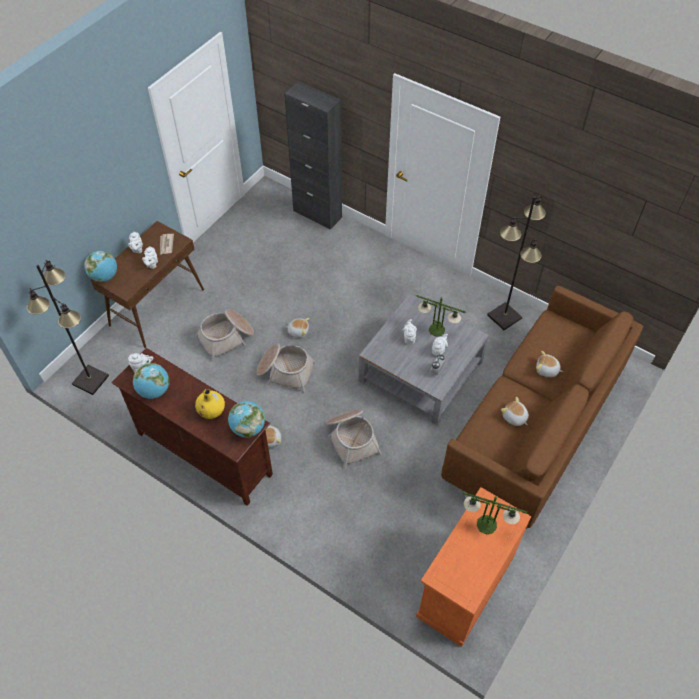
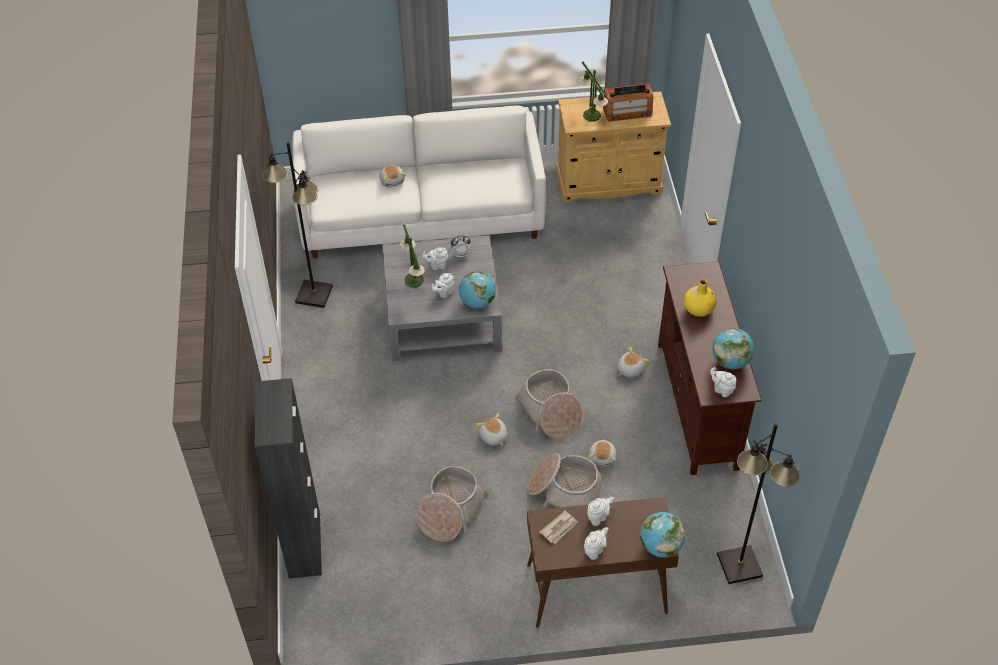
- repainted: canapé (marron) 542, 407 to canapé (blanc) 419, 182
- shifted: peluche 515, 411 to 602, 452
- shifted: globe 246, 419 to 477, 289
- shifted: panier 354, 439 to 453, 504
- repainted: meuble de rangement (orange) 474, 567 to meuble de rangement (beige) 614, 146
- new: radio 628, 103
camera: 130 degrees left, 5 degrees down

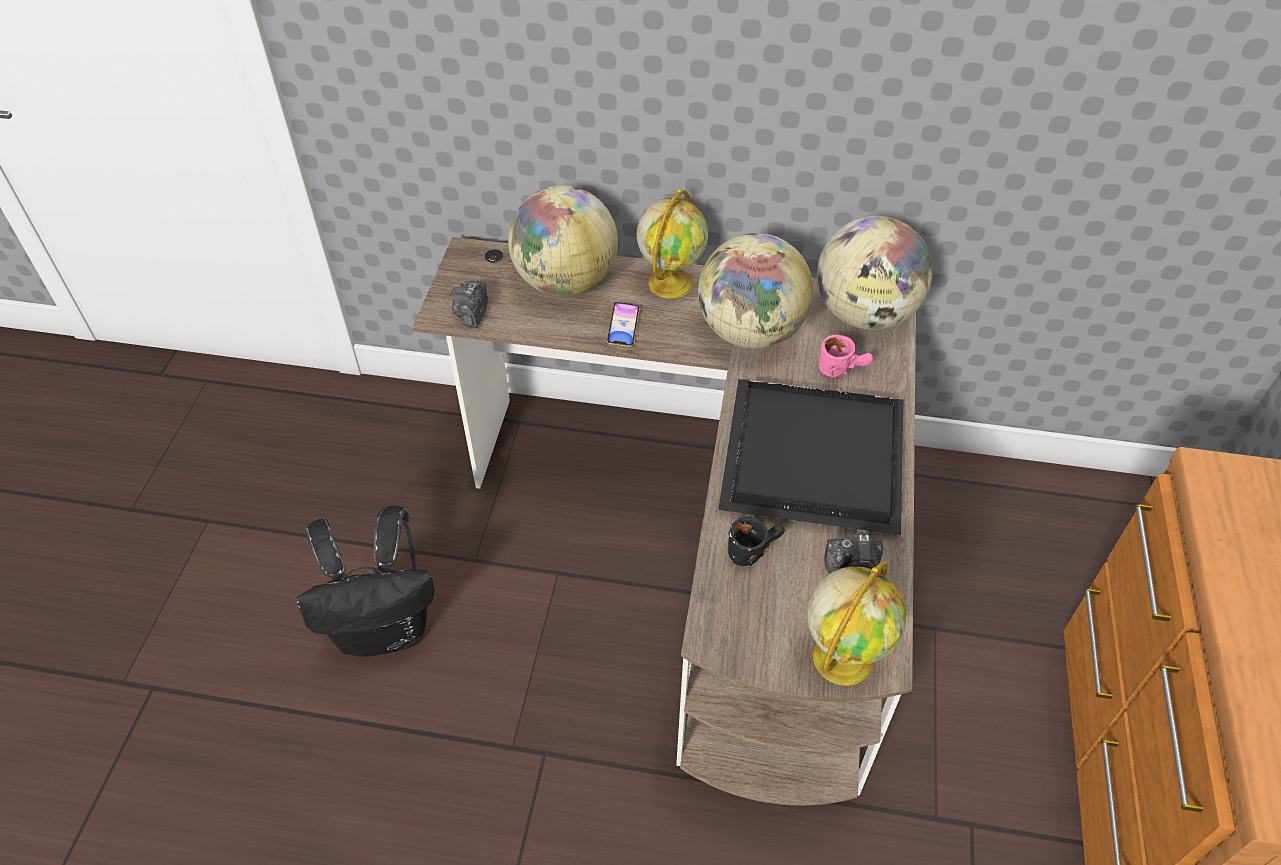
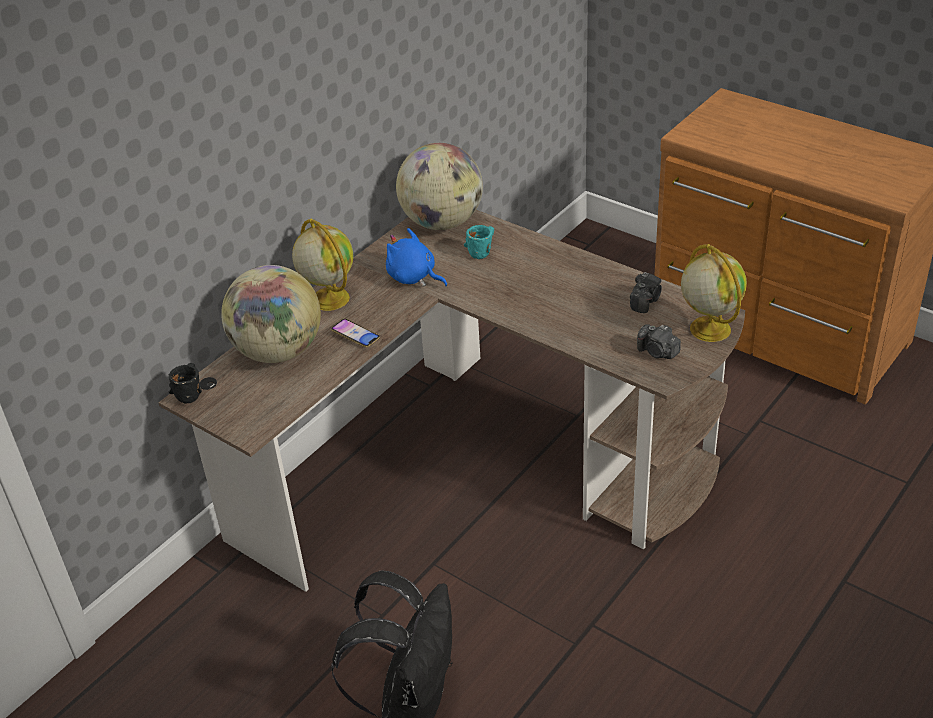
- swapped: globe 755, 291 to peluche (bleu) 417, 257
- shifted: appareil photo 469, 304 to 659, 341
- repainted: mug (rose) 845, 356 to mug (turquoise) 479, 242
- gone: plateau (noir) 810, 457
- shifted: mug (noir) 756, 541 to 185, 383
camera: 60 degrees left, 10 degrees down

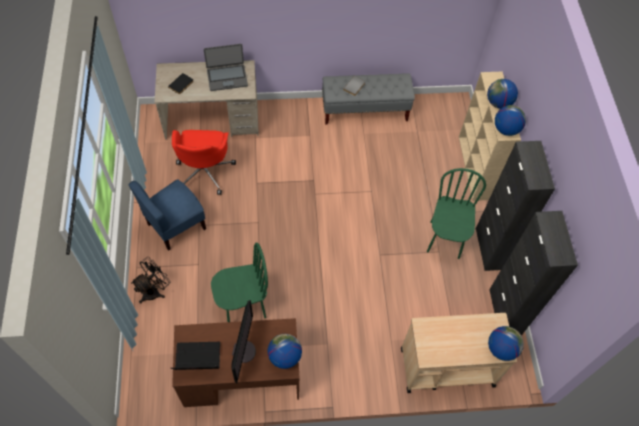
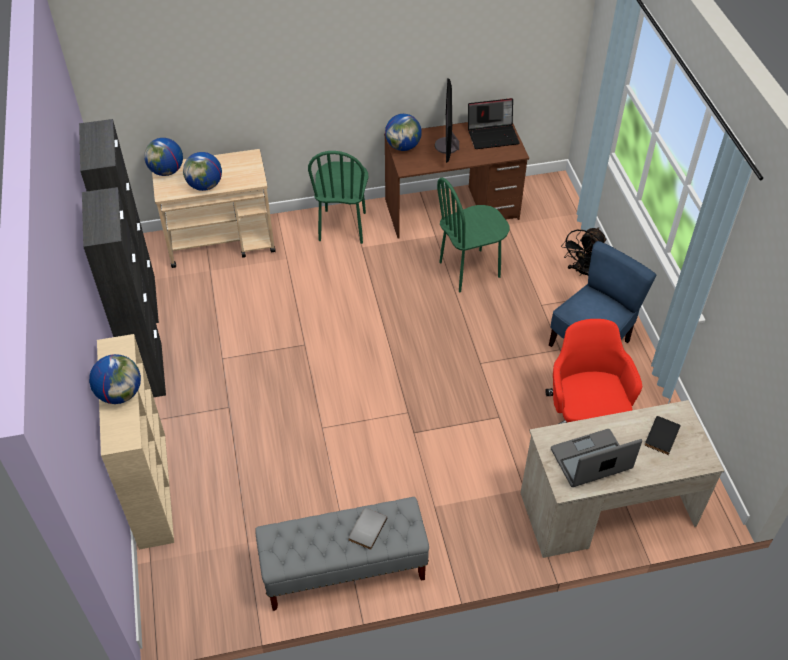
- shifted: globe 510, 120 to 202, 171
- shifted: chaise (vert) 456, 213 to 338, 197
camera: 175 degrees right, 10 degrees down

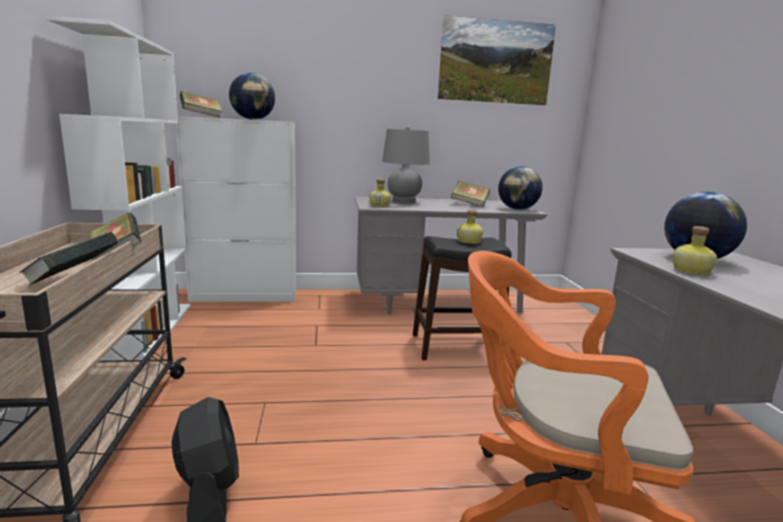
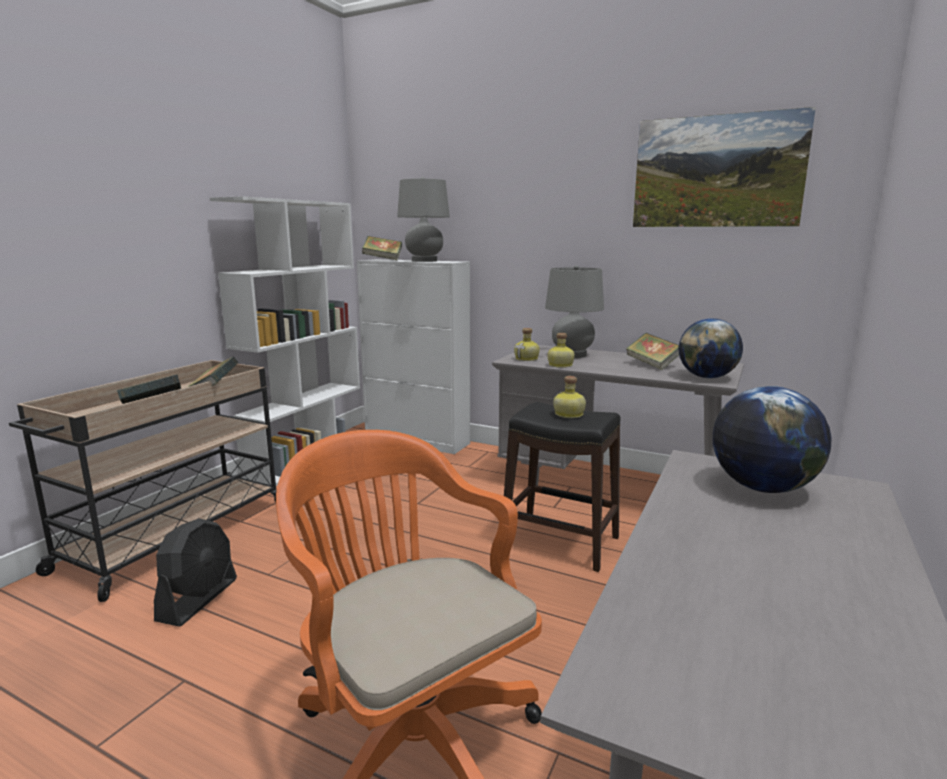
- swapped: globe 252, 96 to lampe de table (gris) 423, 219
- shifted: bouteille 695, 250 to 561, 350
camera: 35 degrees right, 0 degrees up

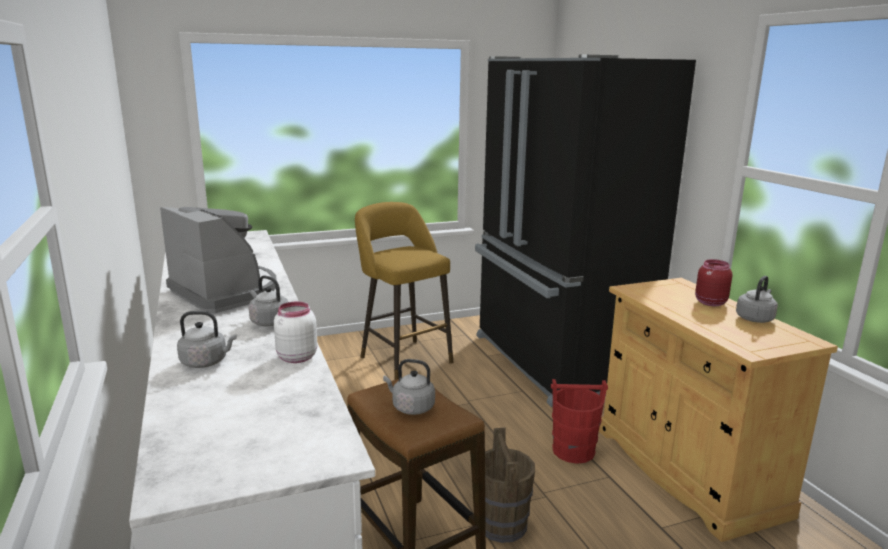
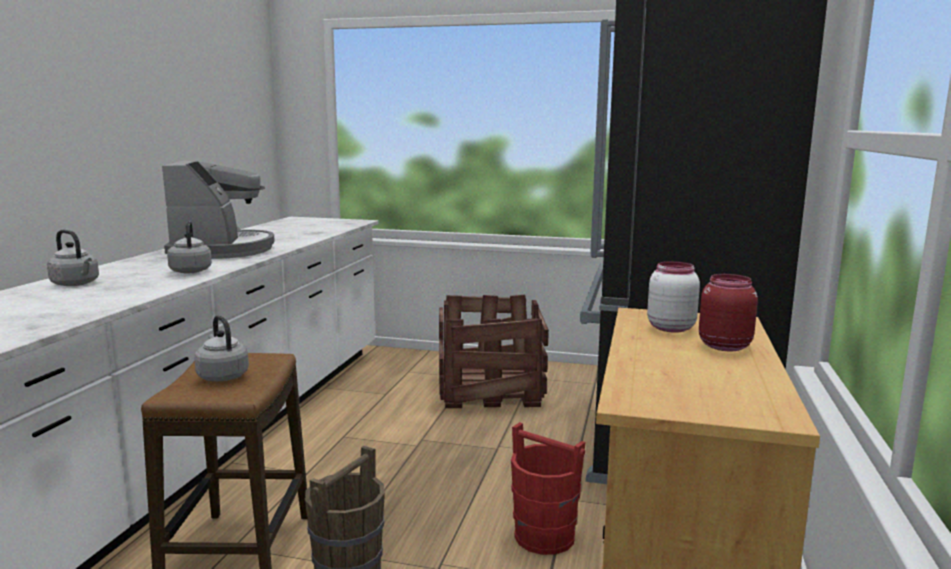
- swapped: tabouret (jaune) 404, 291 to caisse 494, 351
- gone: bouilloire (gris) 757, 299
- shifted: bocal (blanc) 295, 332 to 673, 297
camera: 35 degrees right, 5 degrees down

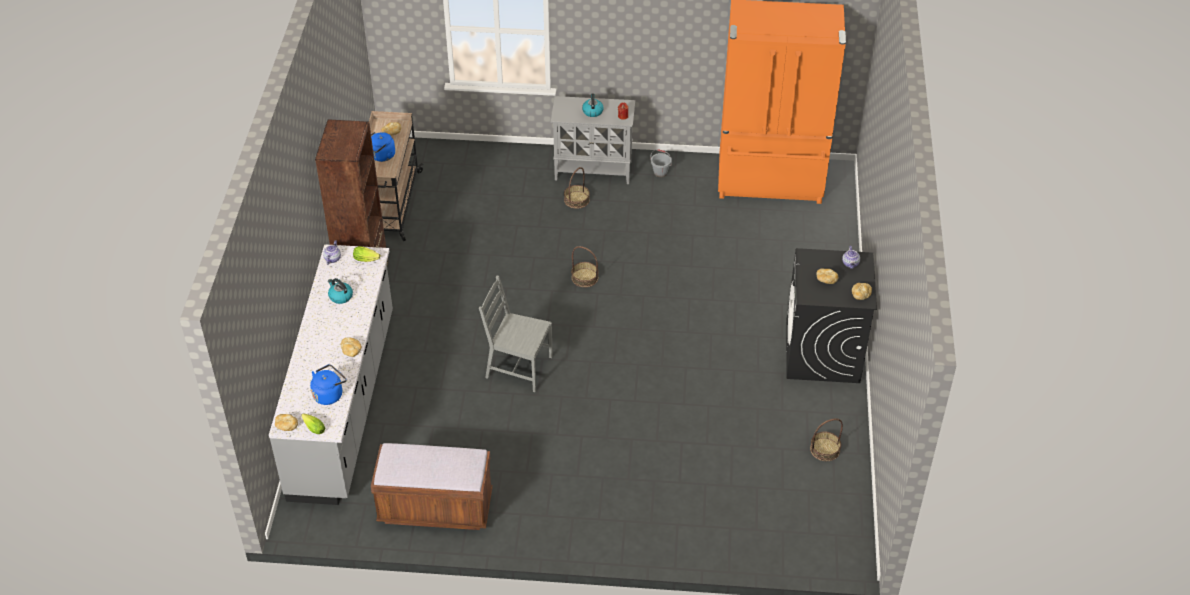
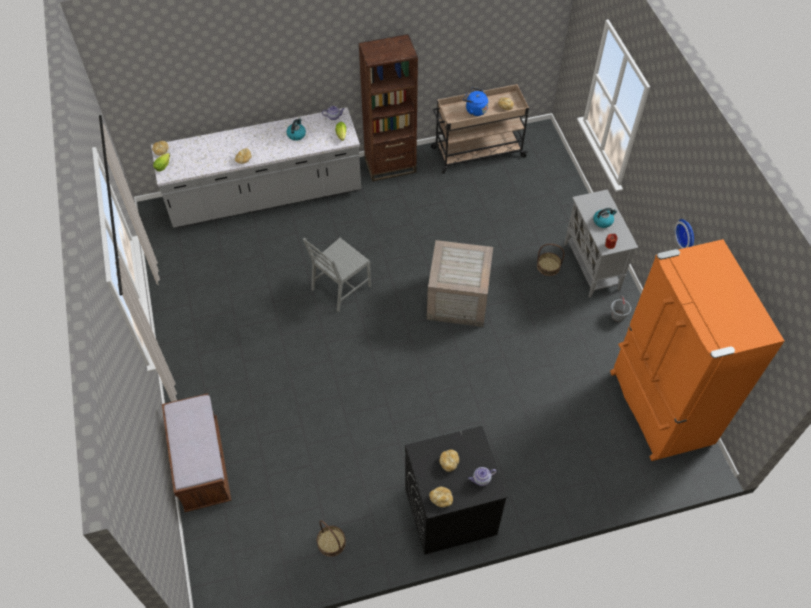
- swapped: panier 584, 266 to caisse 460, 283
- rotated: chaise (gris) 516, 333 = 337, 274 135 degrees counterclockwise
- gone: bouilloire (bleu) 328, 384
- shifted: banc (marron) 432, 486 to 196, 452
- new: horloge murale 684, 234
camera: 70 degrees right, 10 degrees up

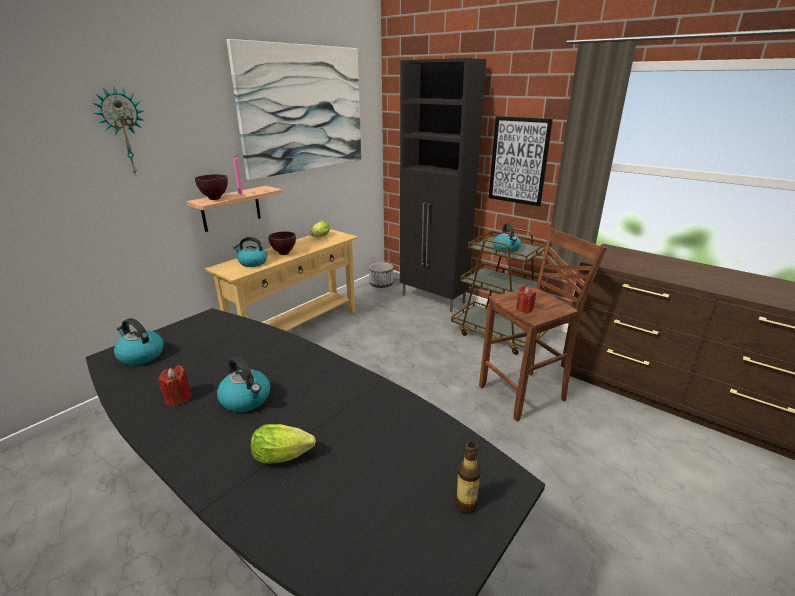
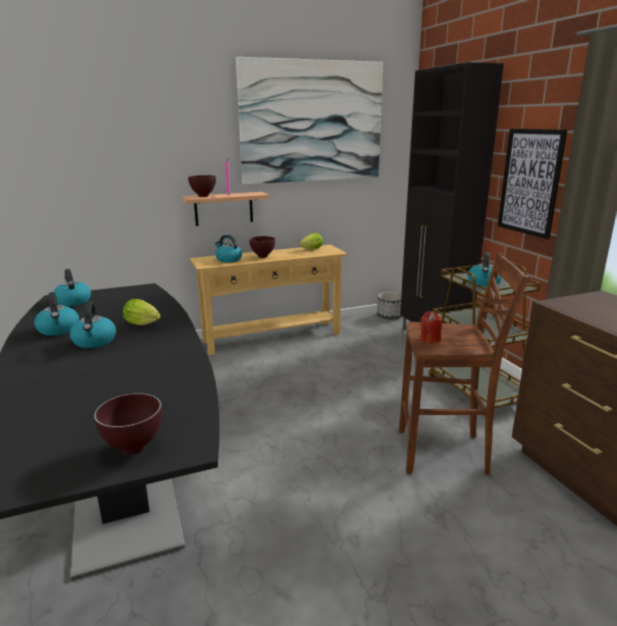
- gone: horloge murale 119, 130
- swapped: bougie (rouge) 175, 385 to bouilloire 56, 314
- shifted: laitue 283, 444 to 142, 312
- swapped: bouteille 468, 478 to bol (marron) 128, 423
camera: 30 degrees right, 5 degrees down

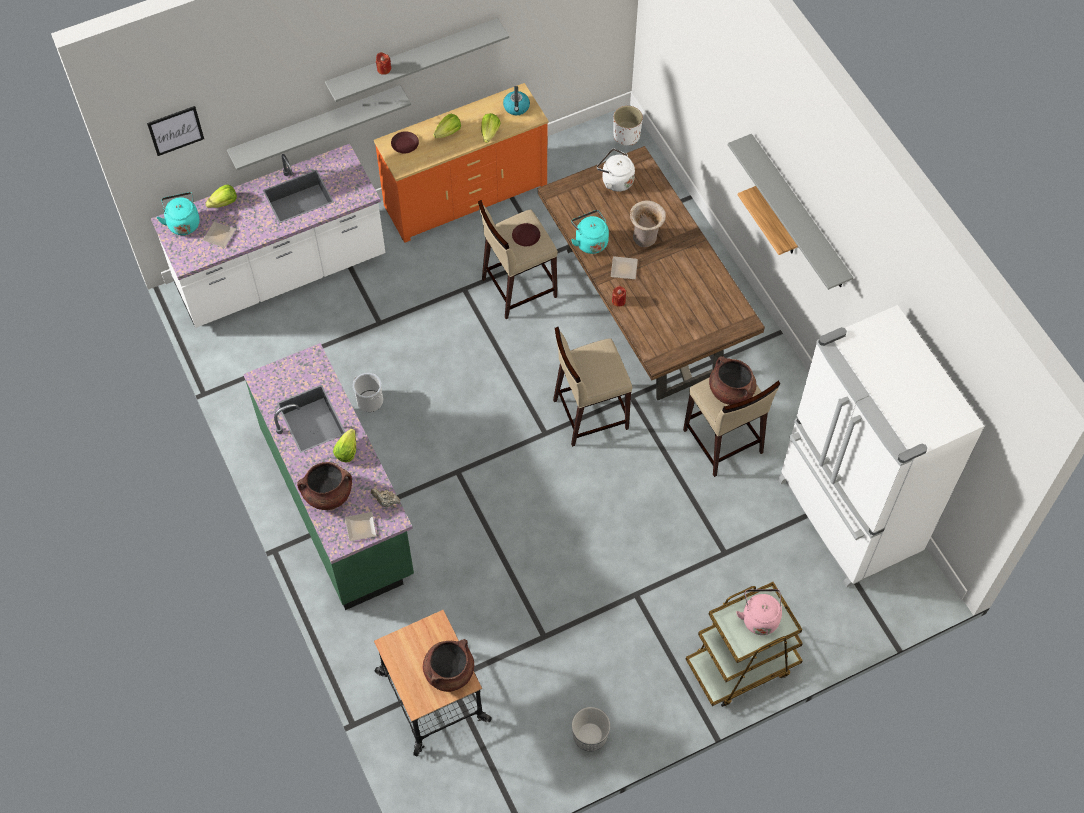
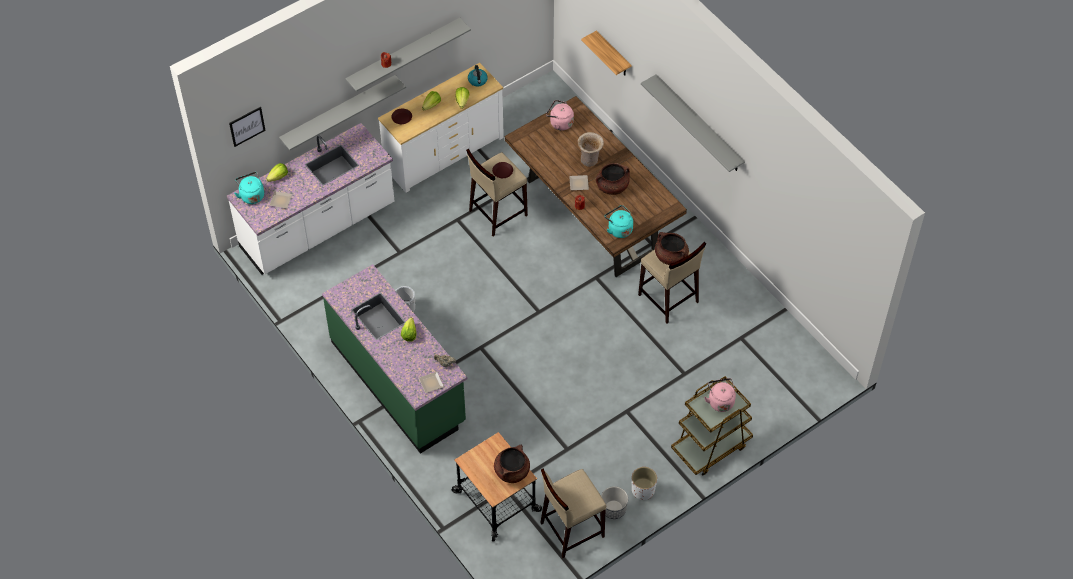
- repainted: commode (orange) 461, 163 to commode (blanc) 441, 128
- shifted: cache-pot (blanc) 628, 125 to 644, 483
- repainted: bouilloire (blanc) 616, 170 to bouilloire (rose) 560, 115
- shifted: étagère 768, 220 to 606, 52
- shifted: bouilloire (turquoise) 590, 232 to 618, 221
- gone: réfrigérateur (blanc) 881, 446
- shifted: tabouret (beige) 593, 387 to 573, 513
- shifted: marmite (marron) 324, 486 to 613, 179
camera: 10 degrees left, 5 degrees down

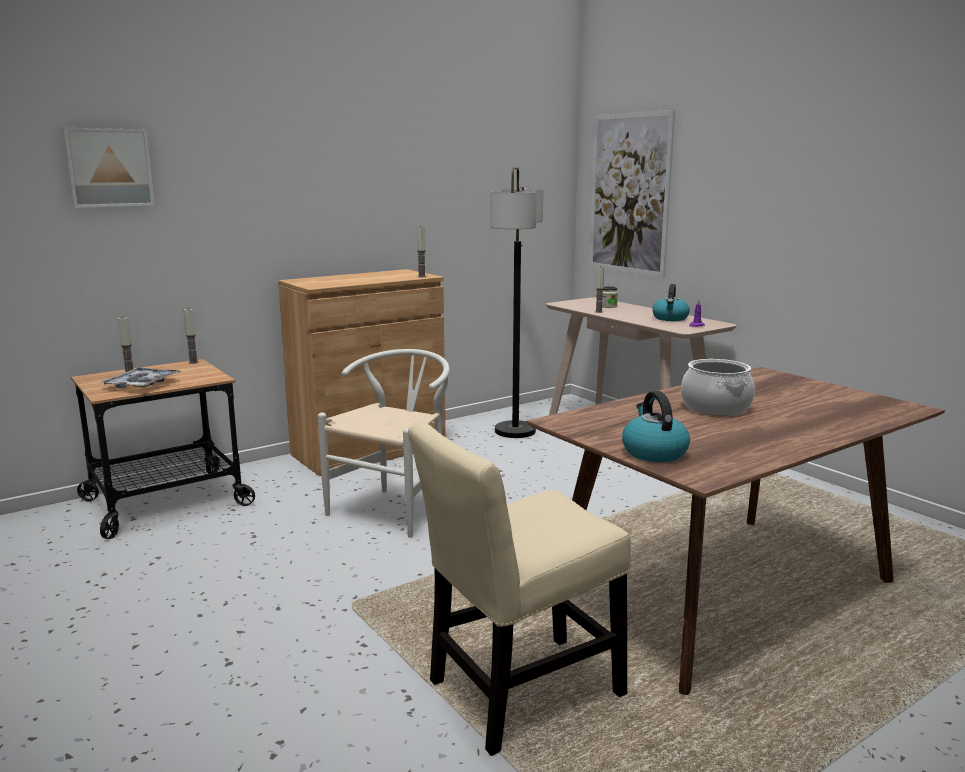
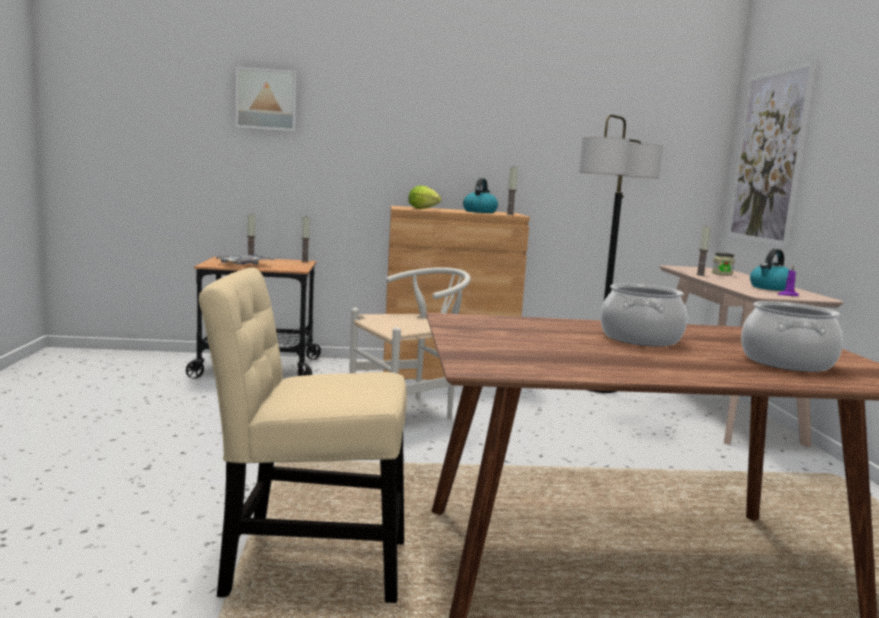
- shifted: bouilloire 656, 426 to 480, 195
- new: laitue 424, 197
- new: marmite 792, 336
camera: 30 degrees right, 5 degrees down

